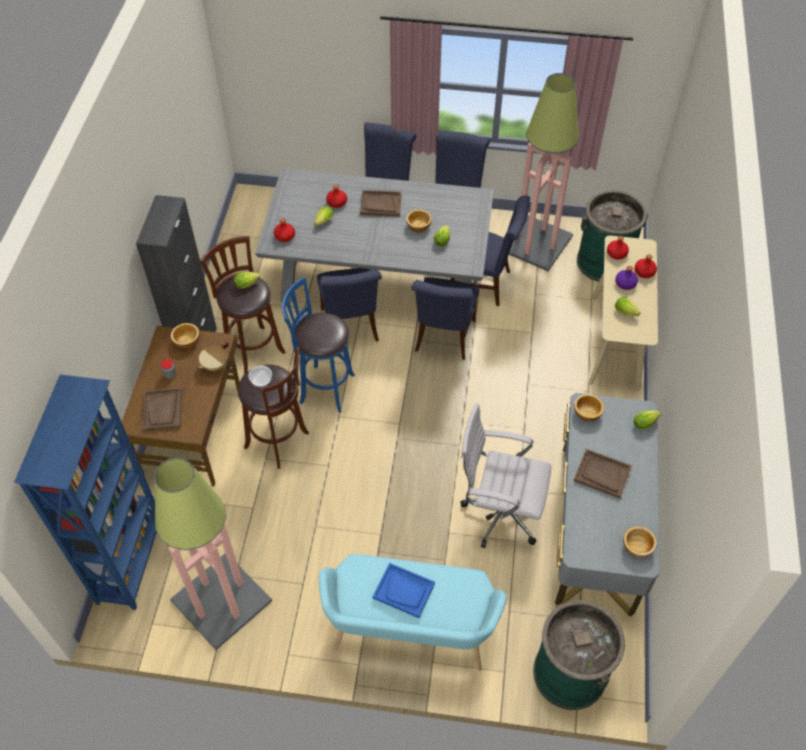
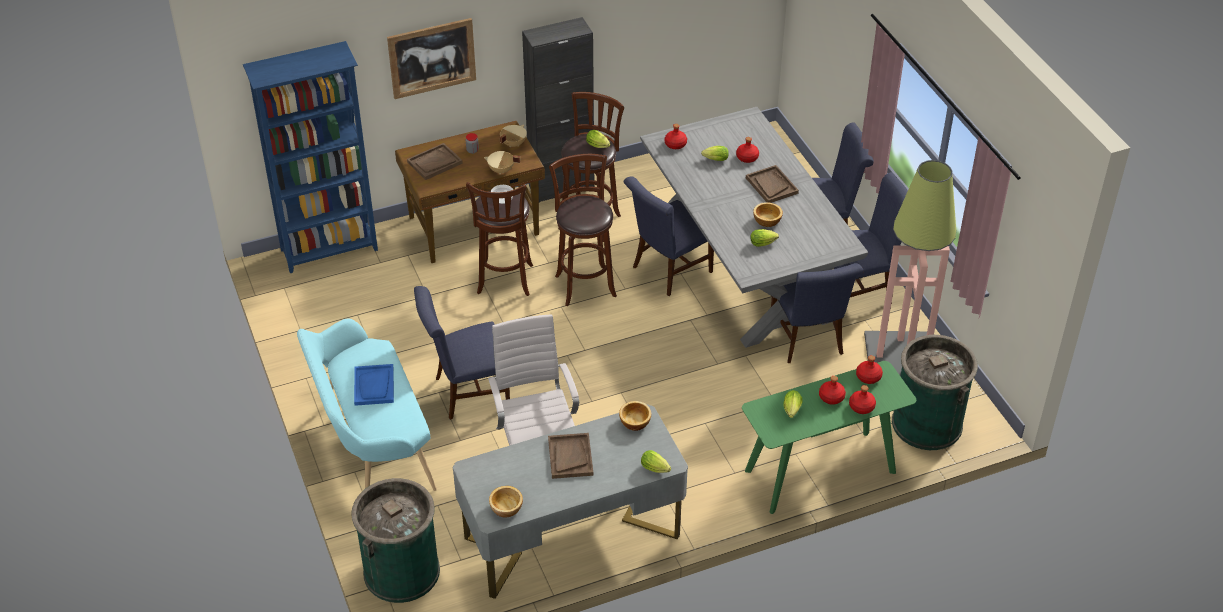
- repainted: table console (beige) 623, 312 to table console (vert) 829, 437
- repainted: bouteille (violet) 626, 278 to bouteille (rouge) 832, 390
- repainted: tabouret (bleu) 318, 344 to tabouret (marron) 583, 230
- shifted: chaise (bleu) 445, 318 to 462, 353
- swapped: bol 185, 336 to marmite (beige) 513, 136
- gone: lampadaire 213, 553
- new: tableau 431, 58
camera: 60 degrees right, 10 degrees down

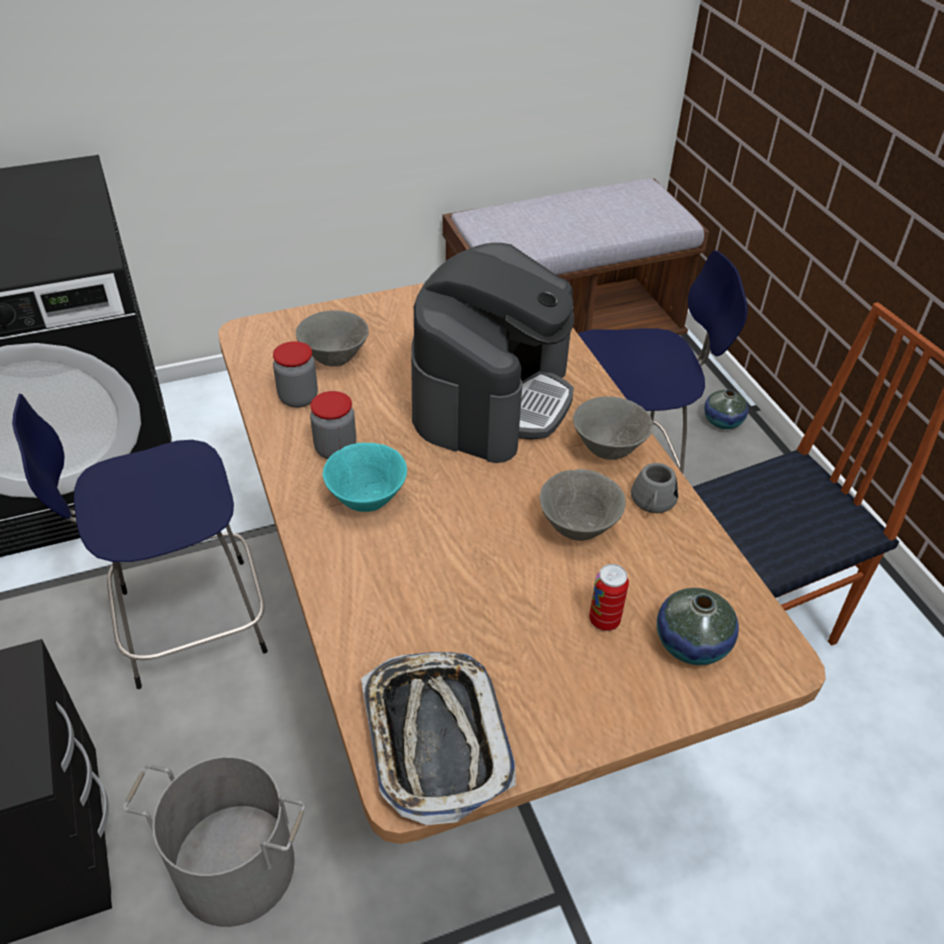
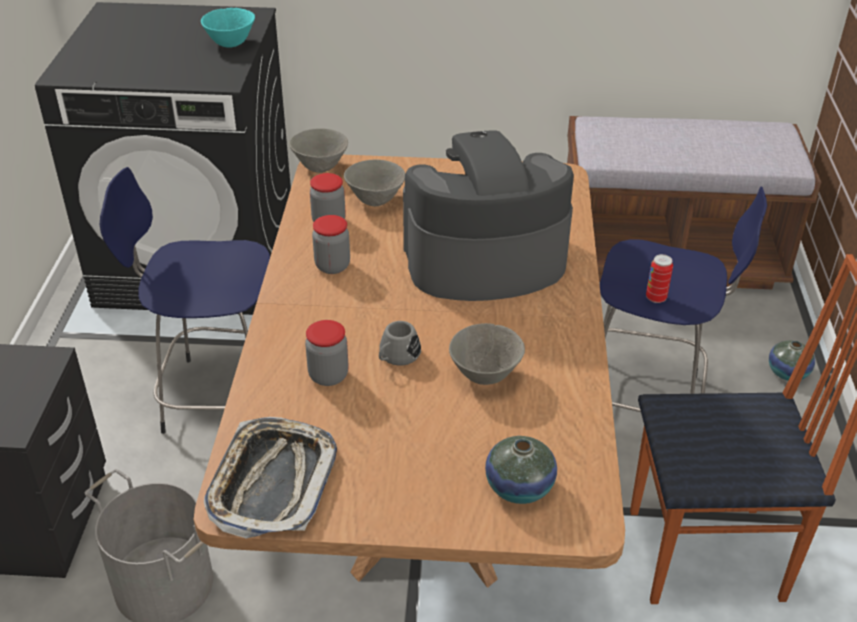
- rotated: machine à café 492, 353 = 488, 215 150 degrees counterclockwise
- shifted: bol (gris) 613, 428 to 318, 150
- shifted: bol (turquoise) 364, 477 to 228, 28
- shifted: mug (gris) 654, 488 to 400, 343
- shifted: boîte métallique 609, 597 to 659, 278
- new: bocal 327, 353
camera: 25 degrees right, 5 degrees down

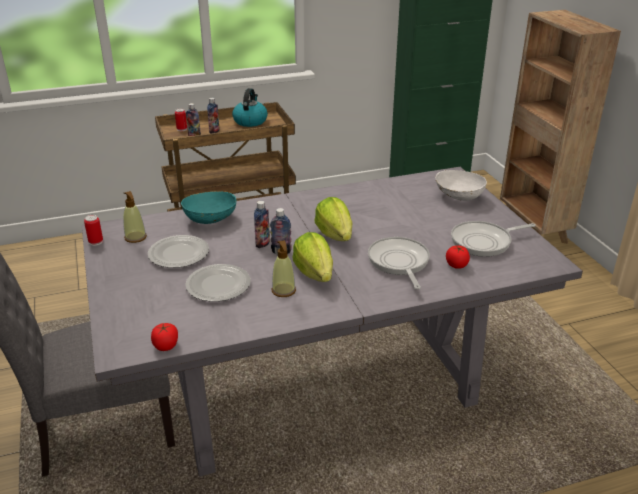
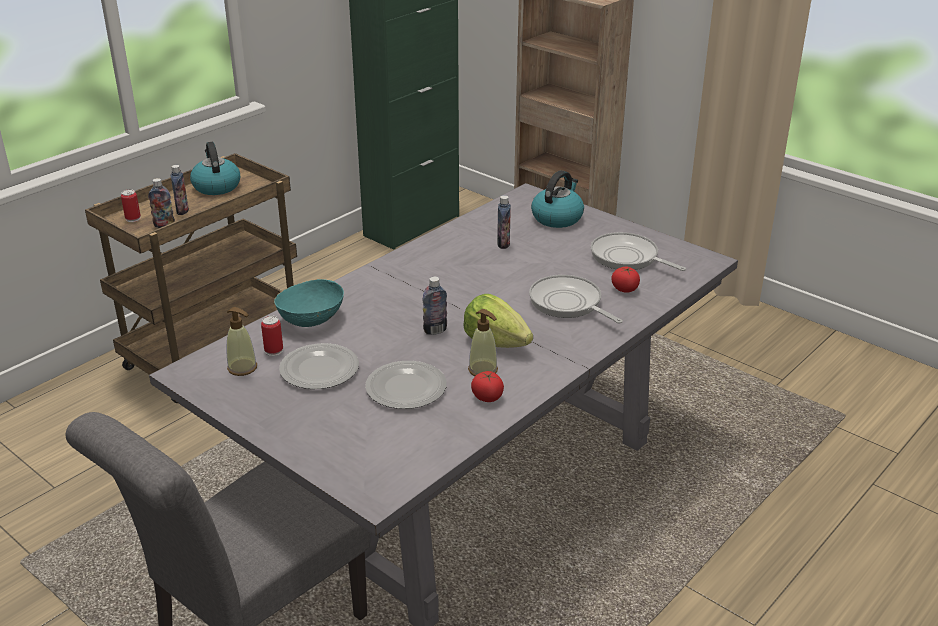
- swapped: bol (blanc) 461, 185 to bouilloire 557, 199
- gone: laitue 333, 219
- shifted: bouteille 262, 224 to 504, 222
- shifted: boîte métallique 93, 230 to 272, 336
- rotated: poêle 493, 239 = 638, 251 90 degrees clockwise
- shifted: tomate 164, 337 to 487, 386
camera: 30 degrees left, 0 degrees up

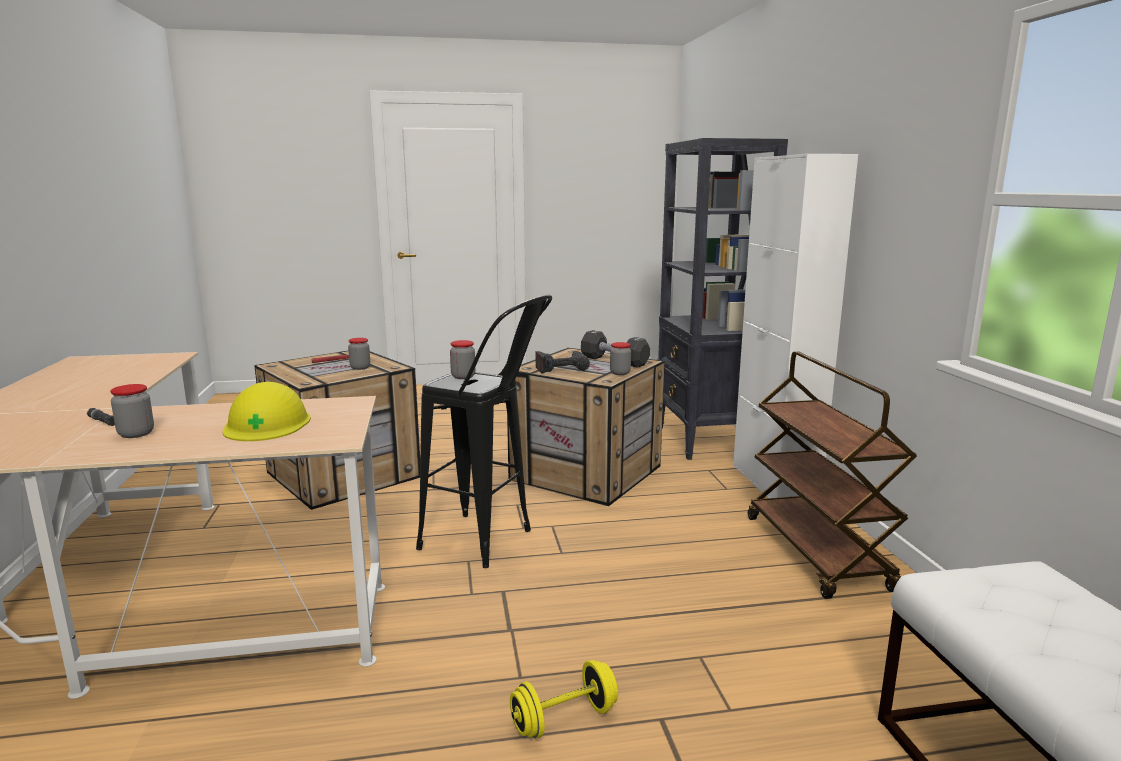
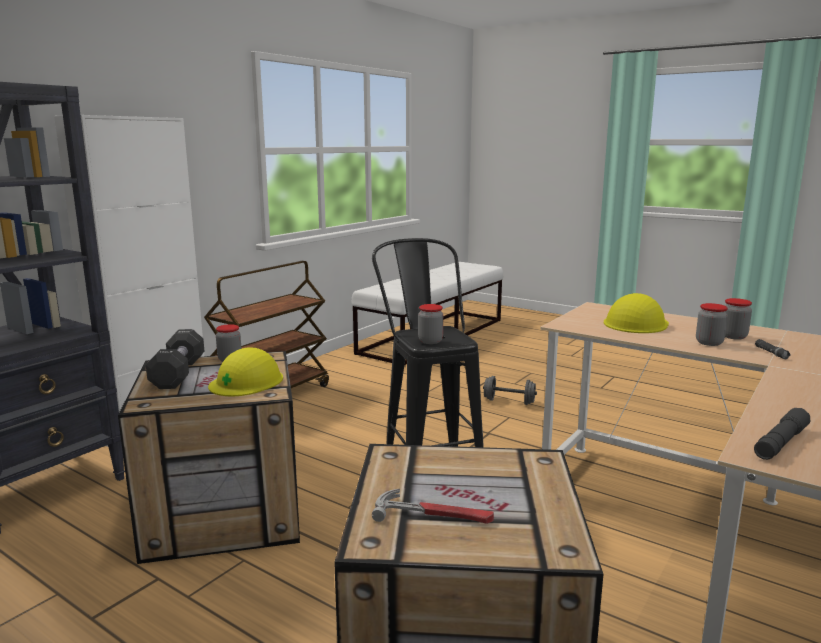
- shifted: bocal 359, 354 to 712, 324
- swapped: perceuse 562, 362 to casque de chantier (jaune) 245, 371
- repainted: haltère (jaune) 564, 699 to haltère (gris) 510, 390
- new: lampe de poche (gris) 782, 434
camera: 135 degrees left, 0 degrees up

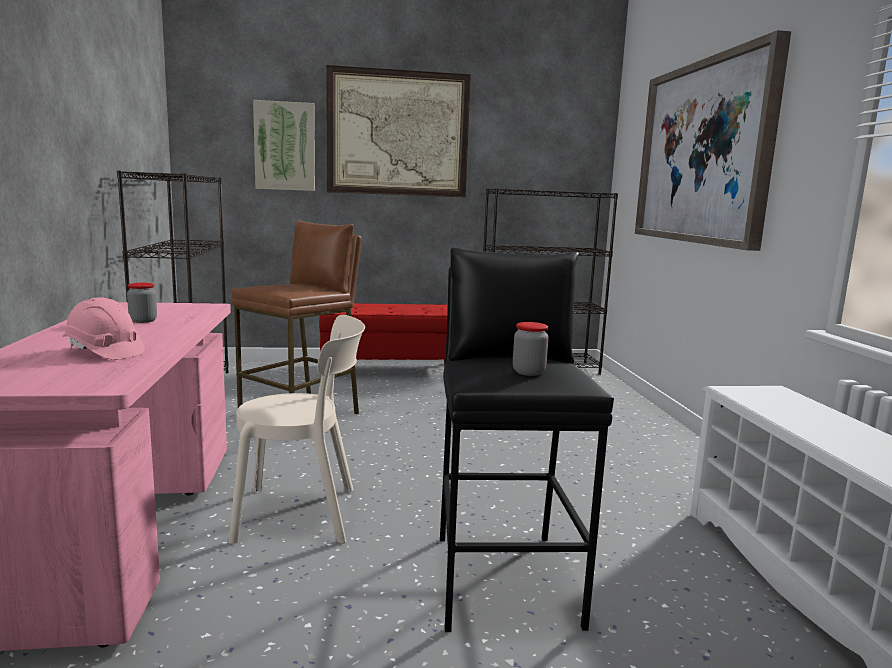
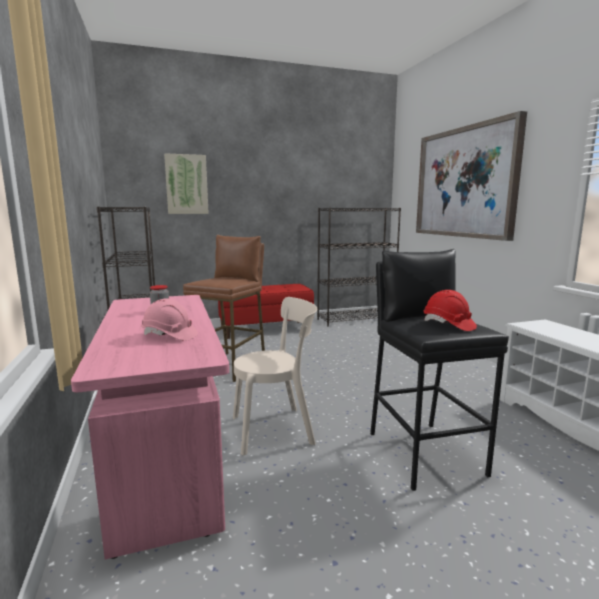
- gone: tableau 398, 131
- swapped: bocal 531, 349 to casque de chantier (rouge) 450, 310
camera: 10 degrees left, 0 degrees up

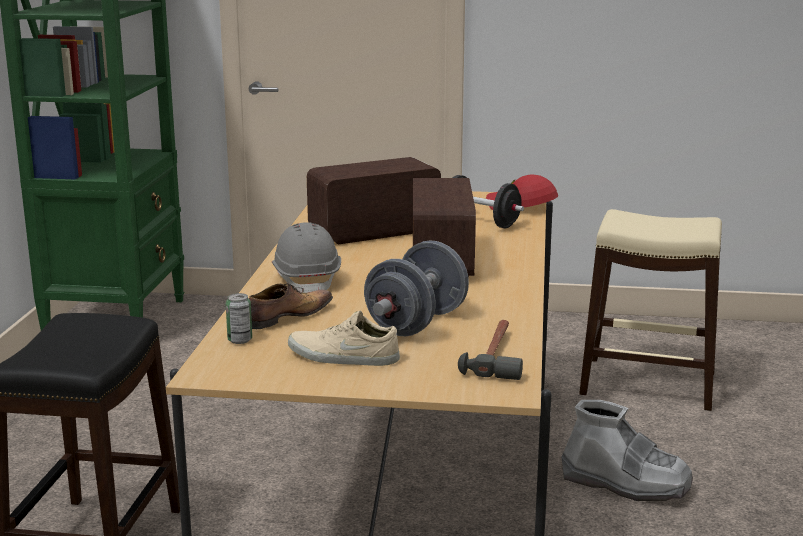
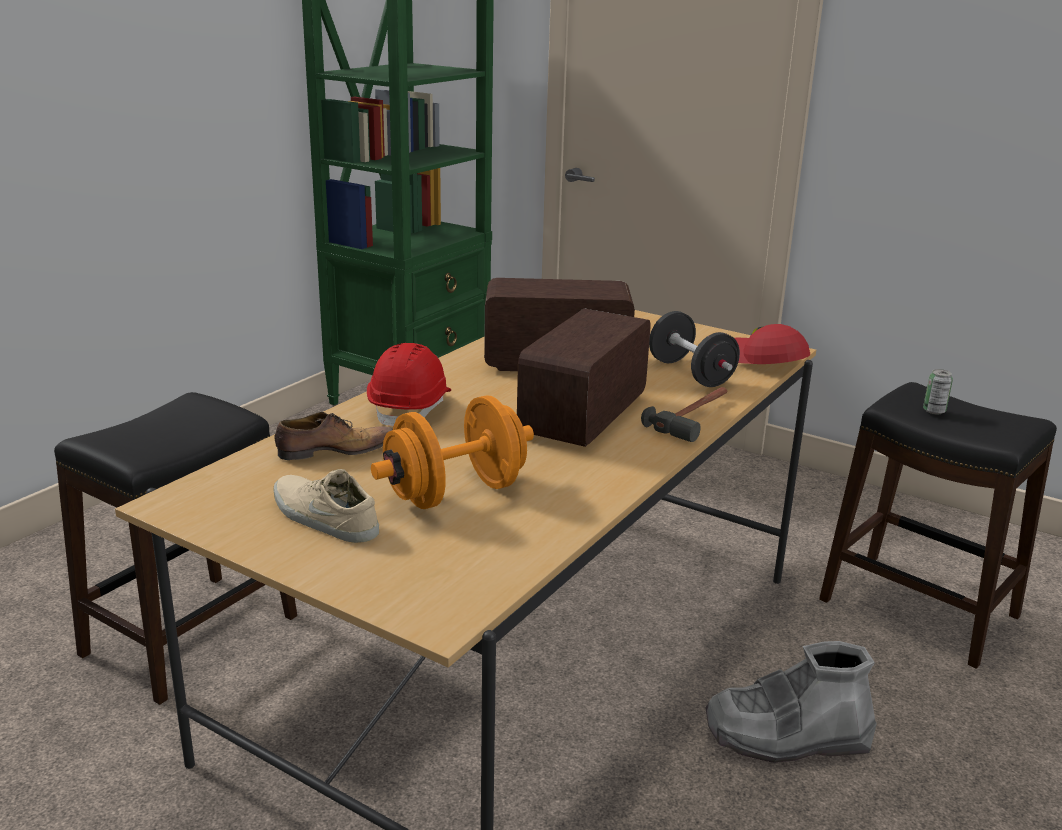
- repainted: tabouret (beige) 650, 310 to tabouret (noir) 938, 525
- repainted: casque de chantier (gris) 306, 258 to casque de chantier (rouge) 409, 384
- repainted: haltère (gris) 416, 288 to haltère (orange) 452, 452
- shifted: boîte métallique 239, 318 to 938, 391
- shifted: marteau 490, 350 to 684, 414
- rotated: botte (gris) 627, 450 = 791, 702 120 degrees clockwise
camera: 25 degrees right, 5 degrees up

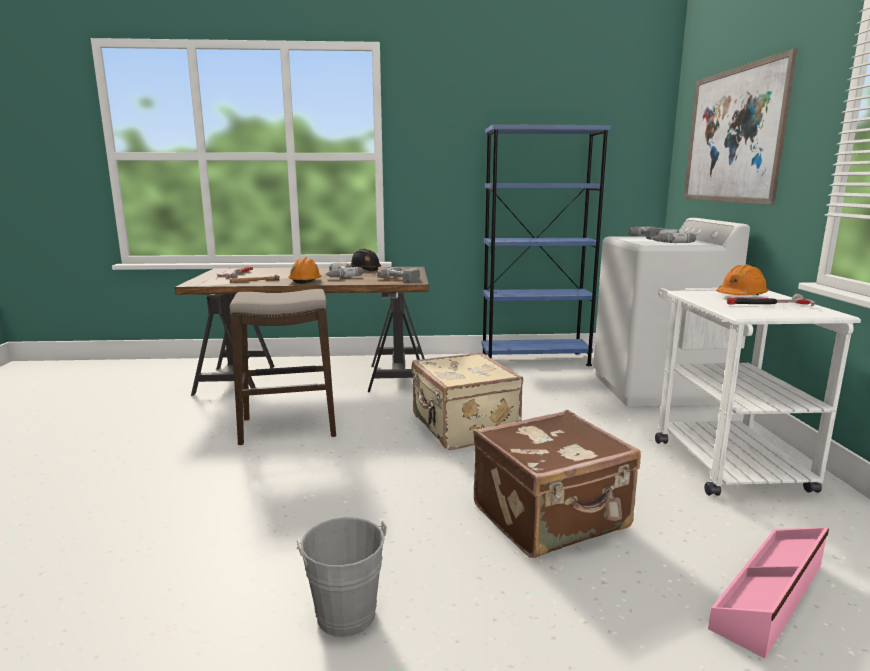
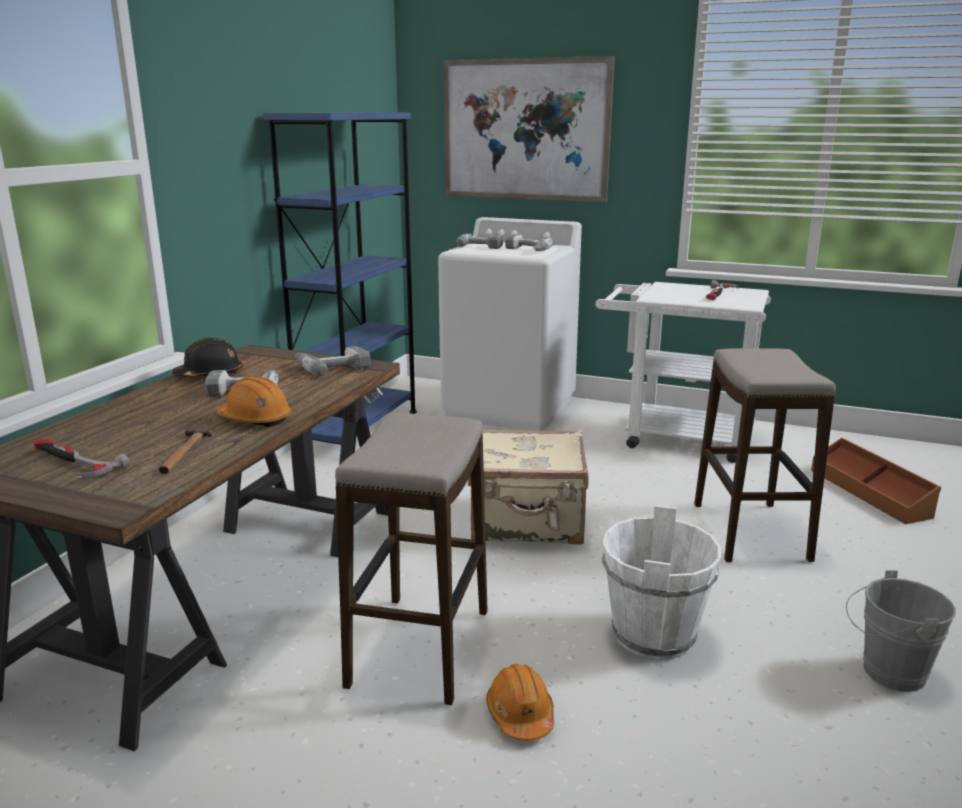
- shifted: casque de chantier (orange) 742, 280 to 520, 702
- swapped: valise (marron) 557, 484 to tabouret 765, 455
- repainted: boîte de rangement (rose) 768, 593 to boîte de rangement (marron) 876, 481
- new: seau (blanc) 661, 582
camera: 65 degrees left, 5 degrees up

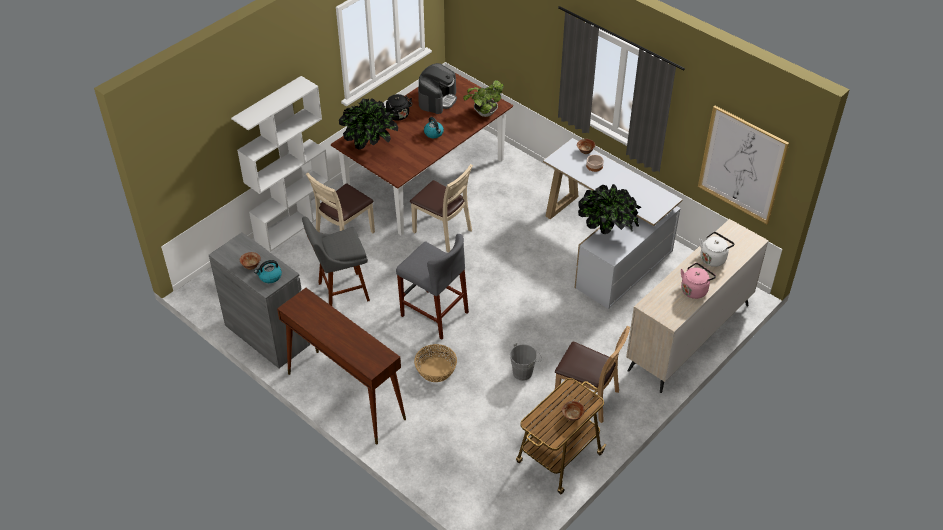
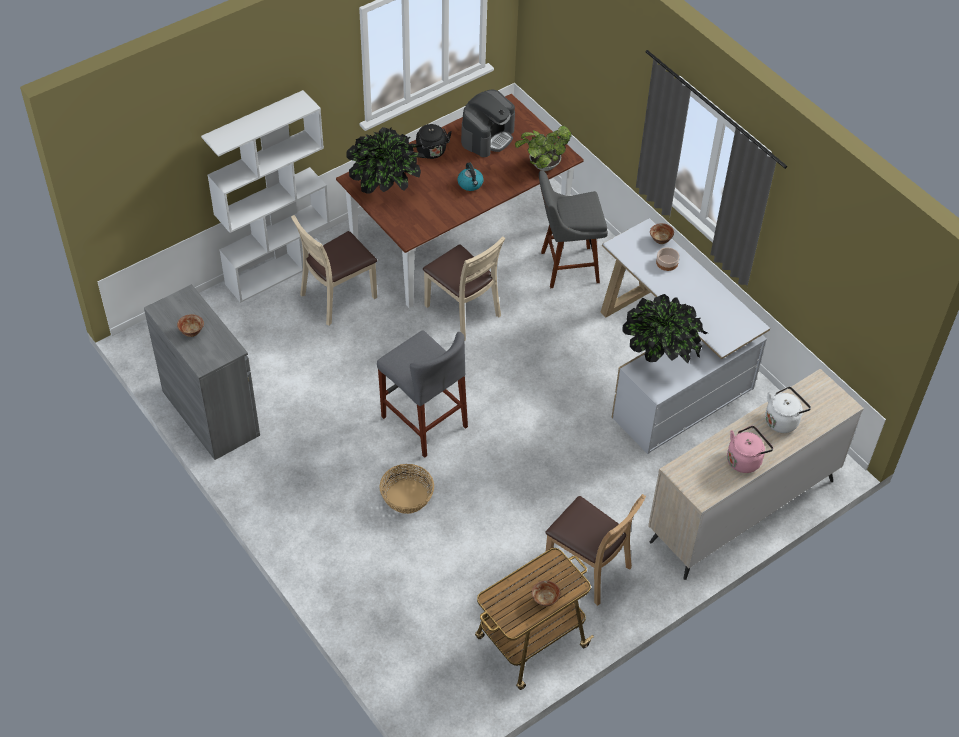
- gone: tableau 743, 165
- shifted: tabouret (gris) 336, 261 to 573, 229
- gone: bouilloire 268, 271
- gone: table console (marron) 341, 366
- gone: seau (gris) 526, 362
camera: 10 degrees right, 5 degrees up

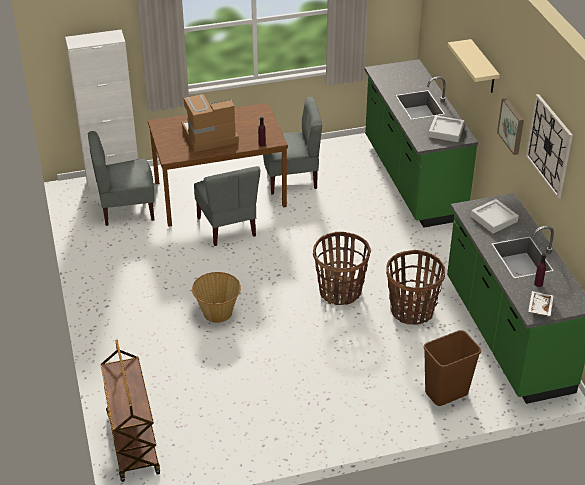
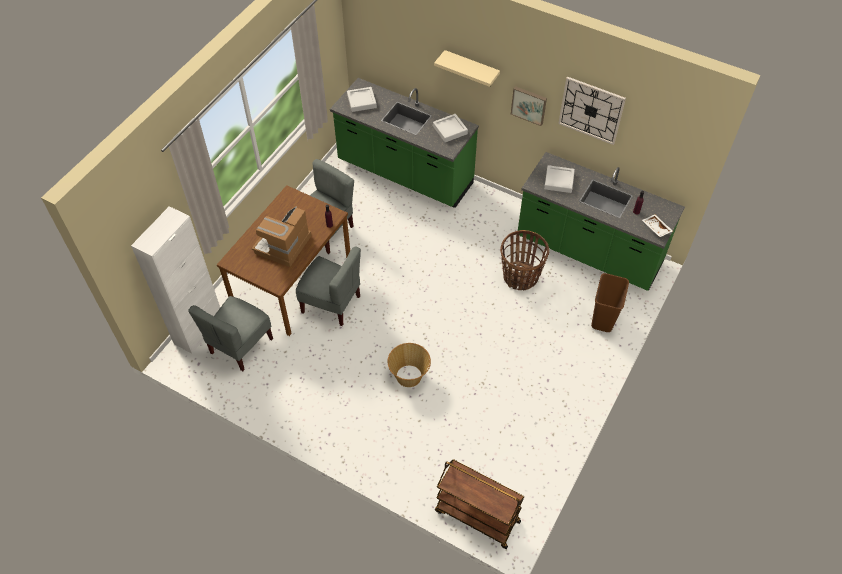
- gone: panier 342, 268
- new: plateau (gris) 362, 99
camera: 45 degrees left, 15 degrees up

